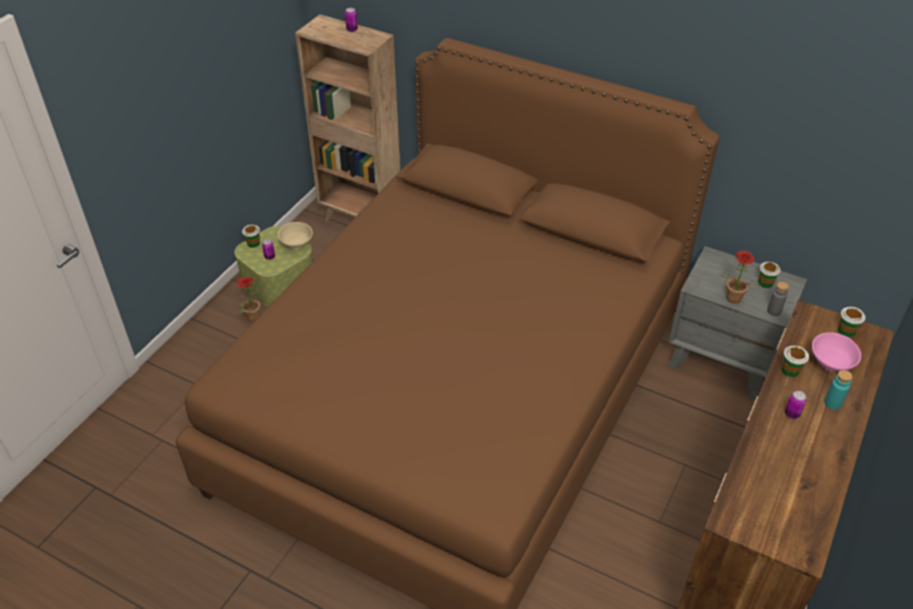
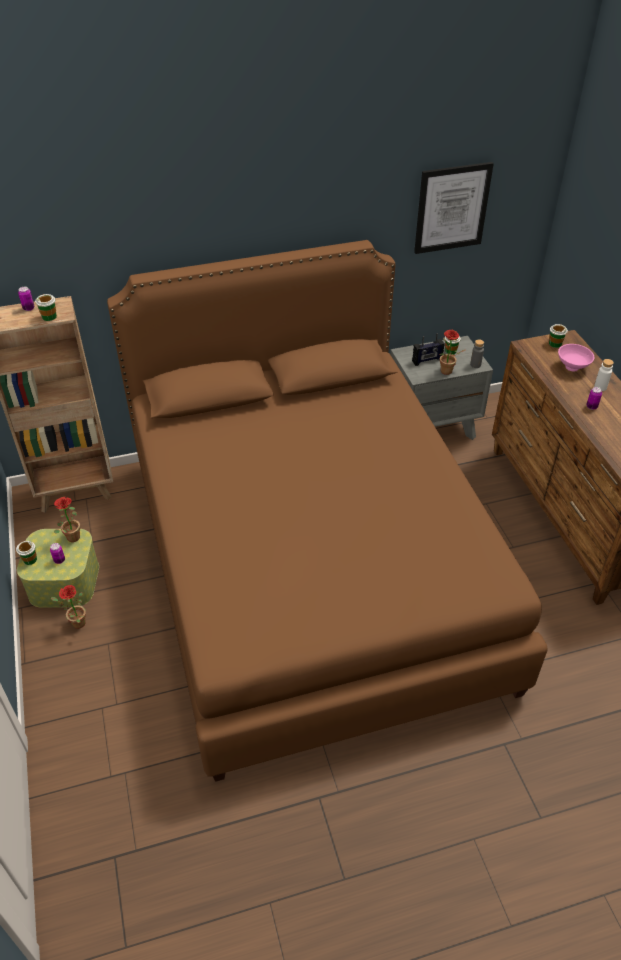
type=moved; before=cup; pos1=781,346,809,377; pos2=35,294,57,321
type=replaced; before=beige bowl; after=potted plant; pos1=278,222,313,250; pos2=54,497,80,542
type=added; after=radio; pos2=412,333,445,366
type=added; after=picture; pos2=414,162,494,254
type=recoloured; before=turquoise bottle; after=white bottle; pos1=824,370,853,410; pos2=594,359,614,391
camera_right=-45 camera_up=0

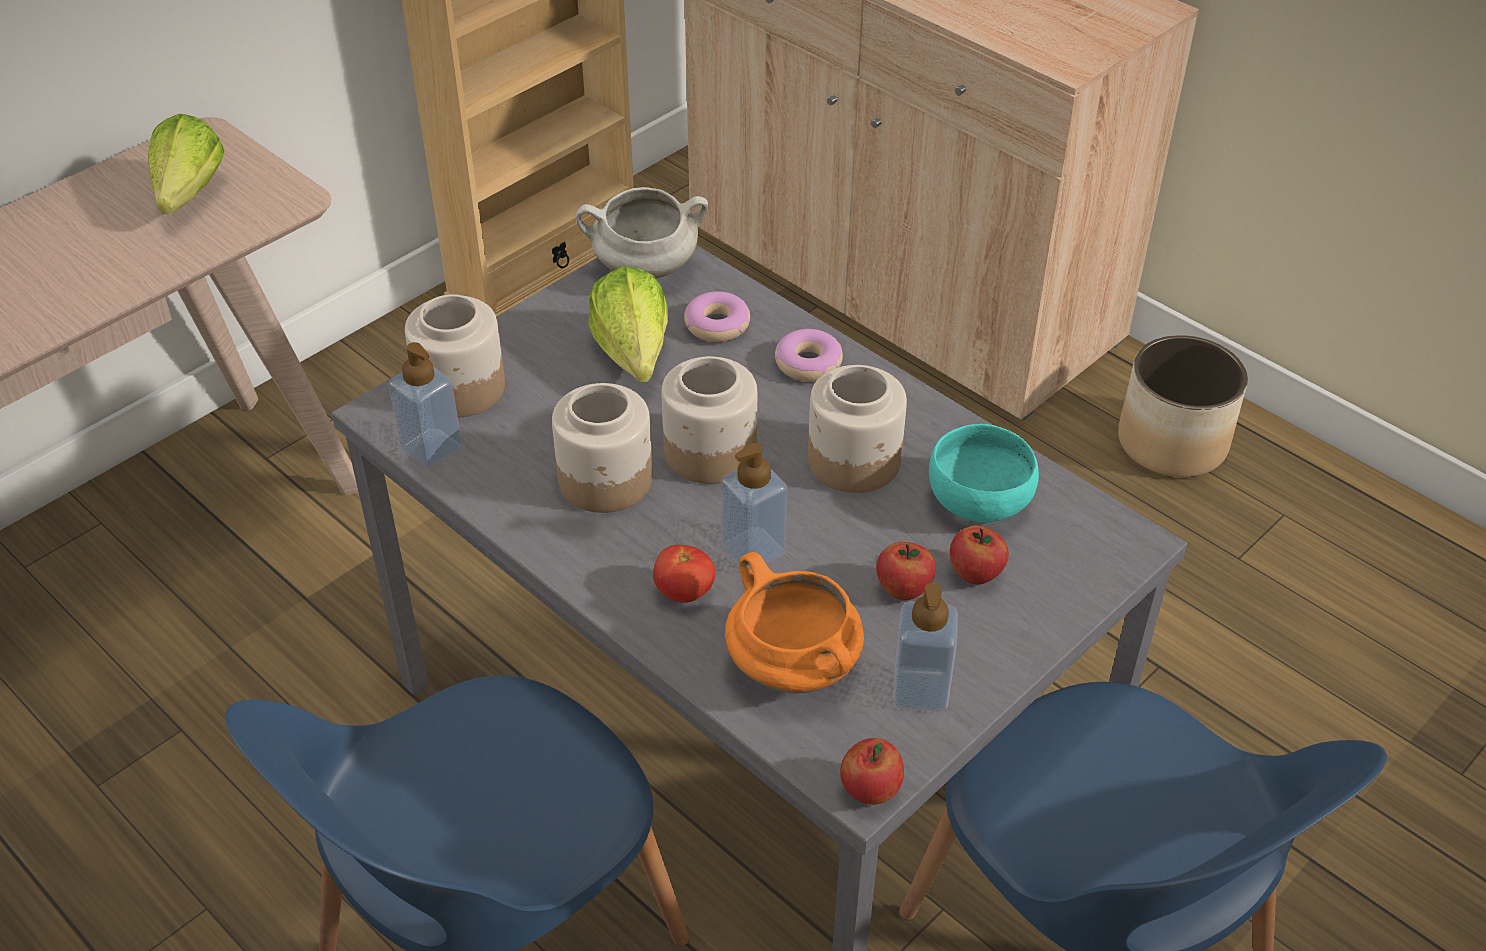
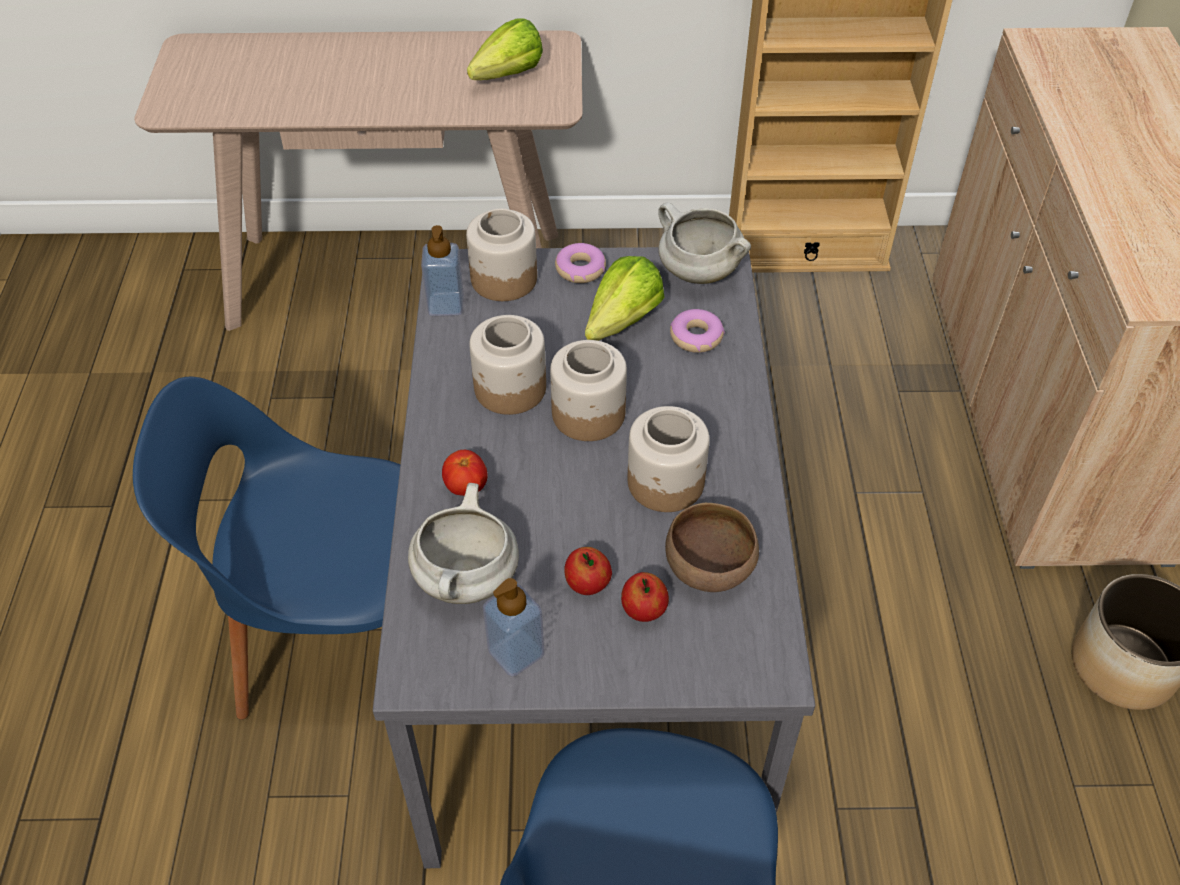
type=recoloured; before=orange cooking pot; after=white cooking pot; pos1=725,552,864,693; pos2=408,483,519,604
type=moved; before=donut; pos1=775,329,843,381; pos2=555,243,606,283
type=recoloured; before=turquoise bowl; after=brown bowl; pos1=929,424,1039,522; pos2=665,503,759,592
type=removed; before=soap dispenser; pos1=721,443,787,565
type=removed; before=apple; pos1=840,738,904,805
camera_right=45 camera_up=5

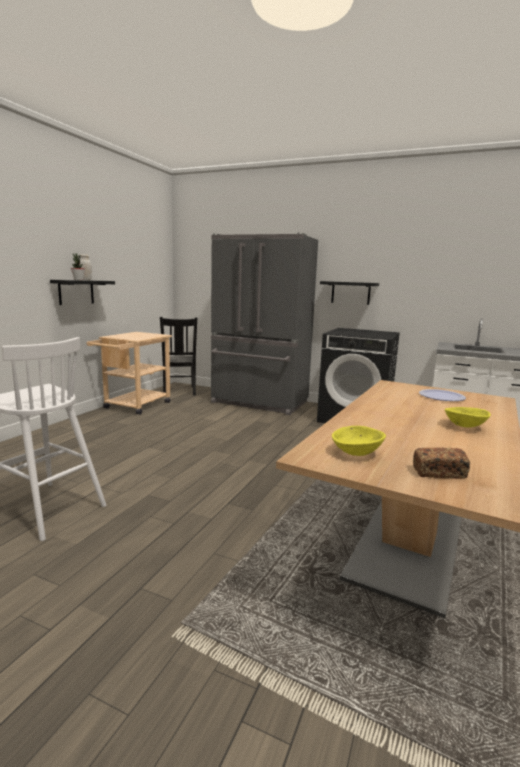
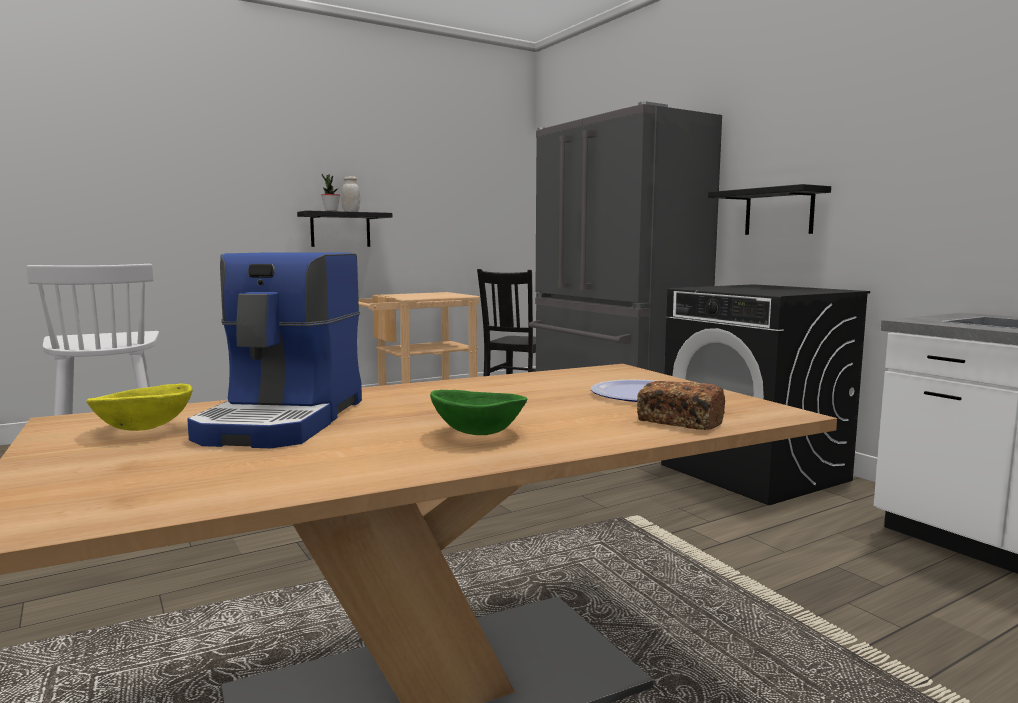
type=added; after=coffee machine; pos2=187,252,362,448
type=recoloured; before=yellow bowl; after=green bowl; pos1=445,407,491,428; pos2=430,390,528,435
type=moved; before=bread; pos1=413,448,470,479; pos2=637,381,725,430
camera_right=35 camera_up=-5

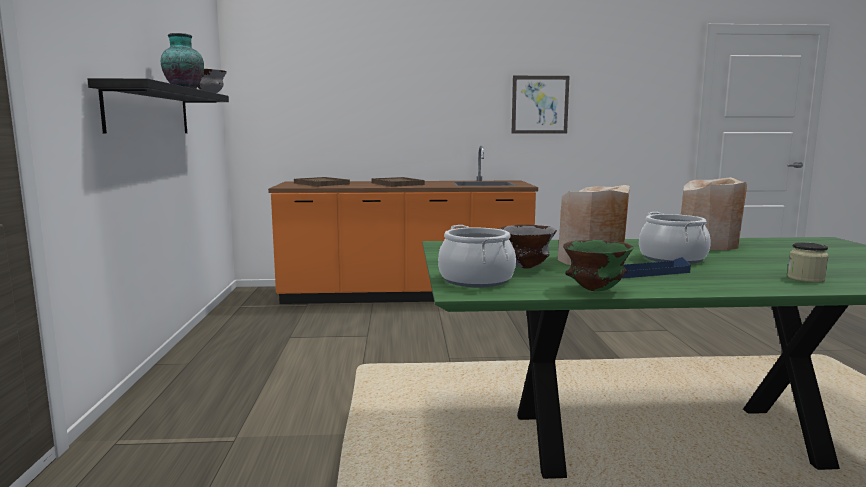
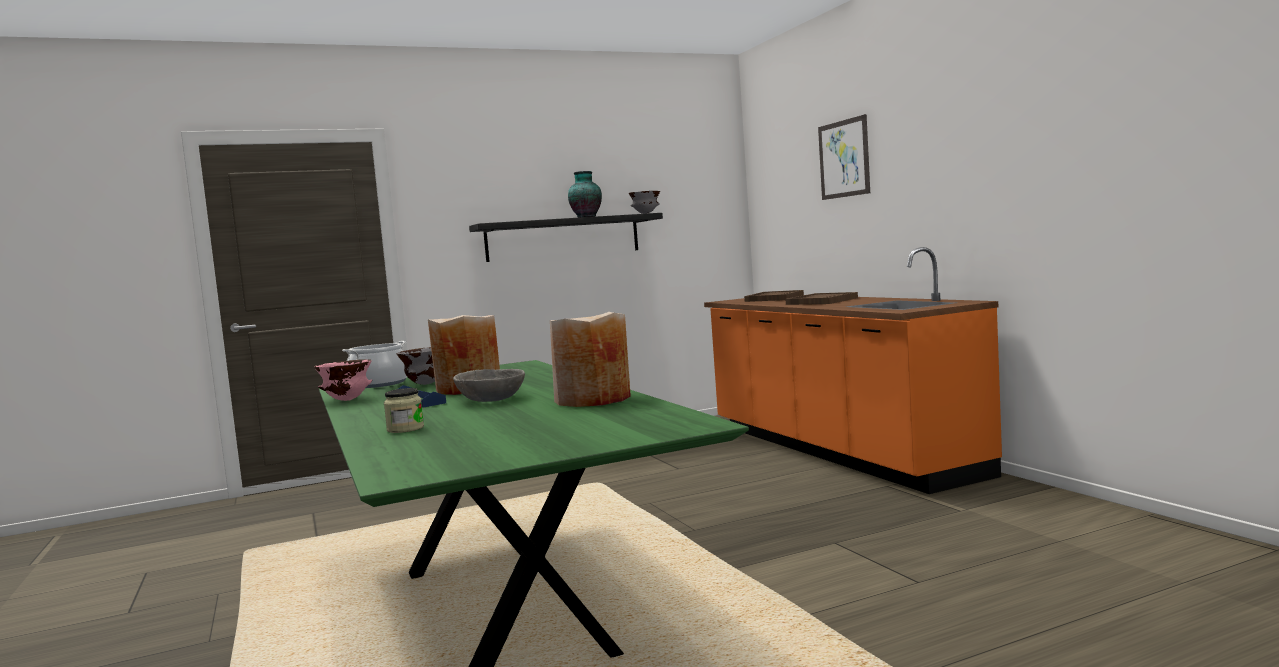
type=recoloured; before=green bowl; after=pink bowl; pos1=563,240,634,292; pos2=314,359,372,401
type=replaced; before=cooking pot; after=grey bowl; pos1=639,212,711,264; pos2=453,369,525,402
type=moved; before=picture; pos1=512,76,569,134; pos2=818,114,870,200
camera_right=70 camera_up=-5

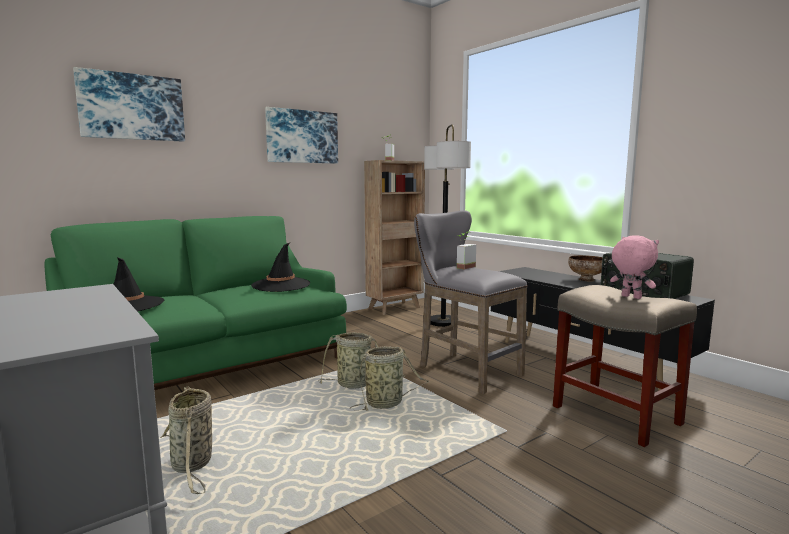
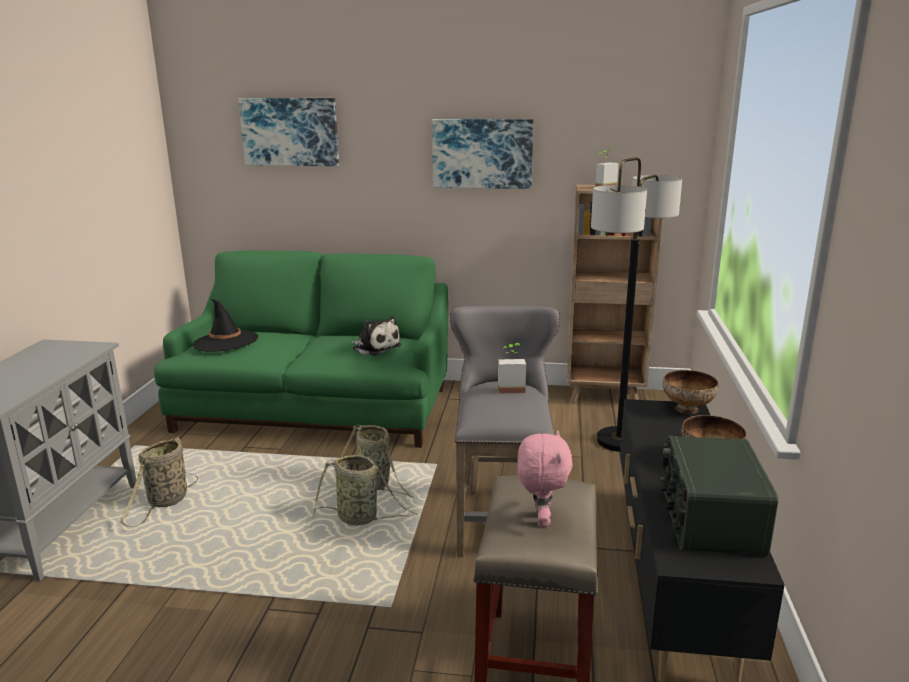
type=replaced; before=black hat; after=plush toy; pos1=251,243,310,292; pos2=351,316,401,356
type=added; after=bowl; pos2=663,370,719,414
camera_right=45 camera_up=10

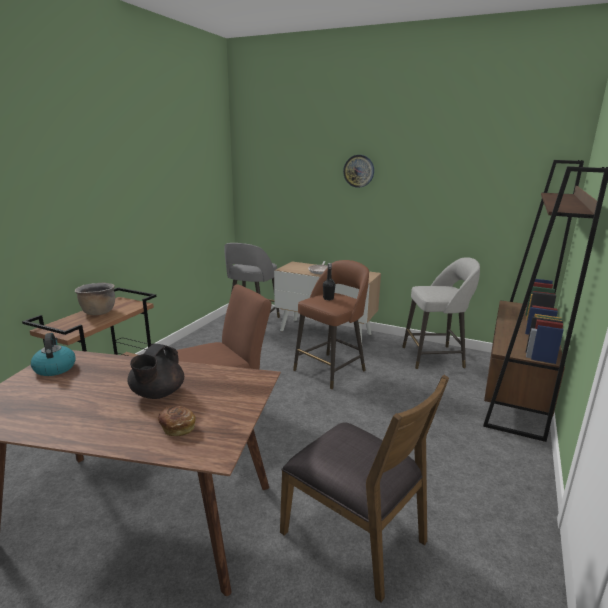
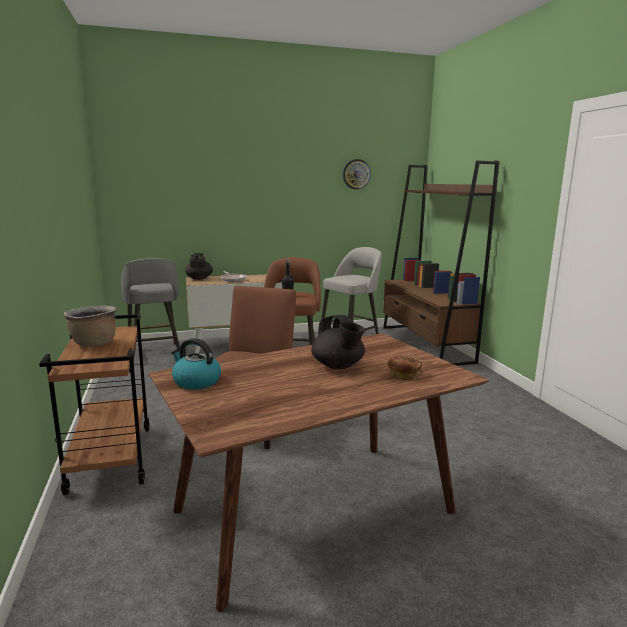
type=added; after=black teapot; pos2=185,253,213,280
type=moved; before=wall clock; pos1=343,155,374,188; pos2=343,159,371,190
type=removed; before=brown chair; pos1=280,375,449,602
camera_right=-40 camera_up=-5

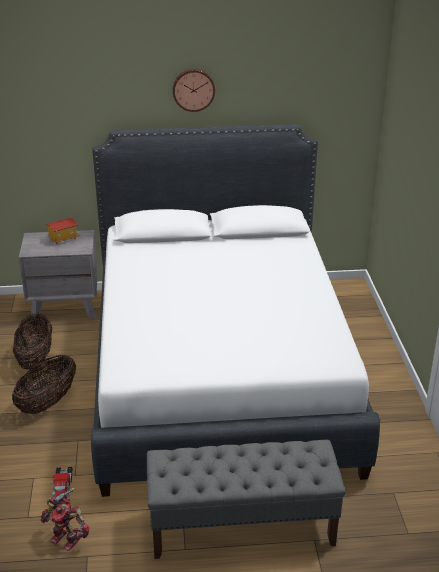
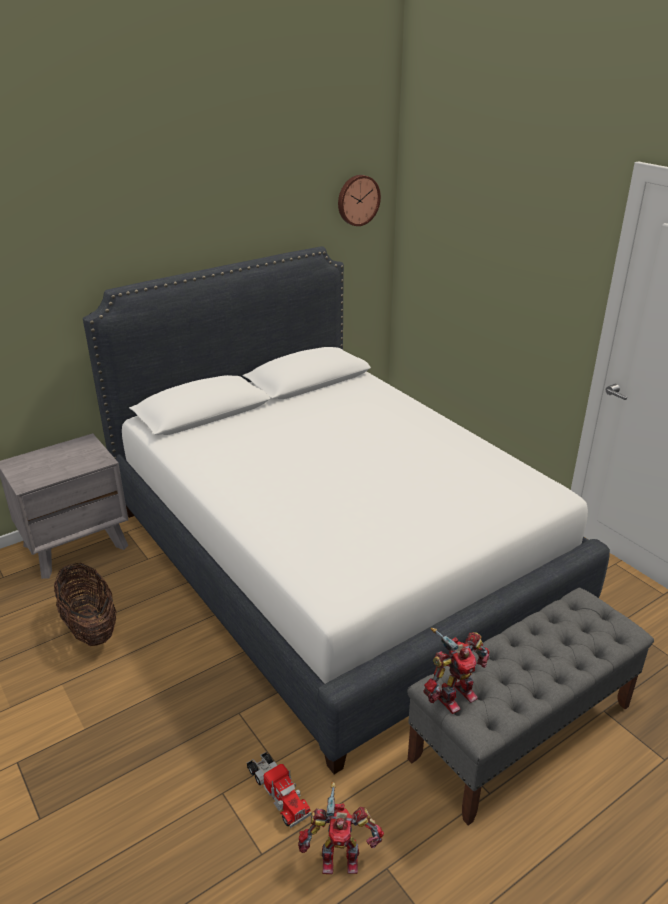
type=moved; before=wall clock; pos1=173,69,215,112; pos2=338,175,381,226
type=added; after=toy robot; pos2=423,628,490,714
type=removed; before=basket; pos1=12,355,76,414
type=removed; before=toy house; pos1=46,218,80,244
camera_right=-30 camera_up=0

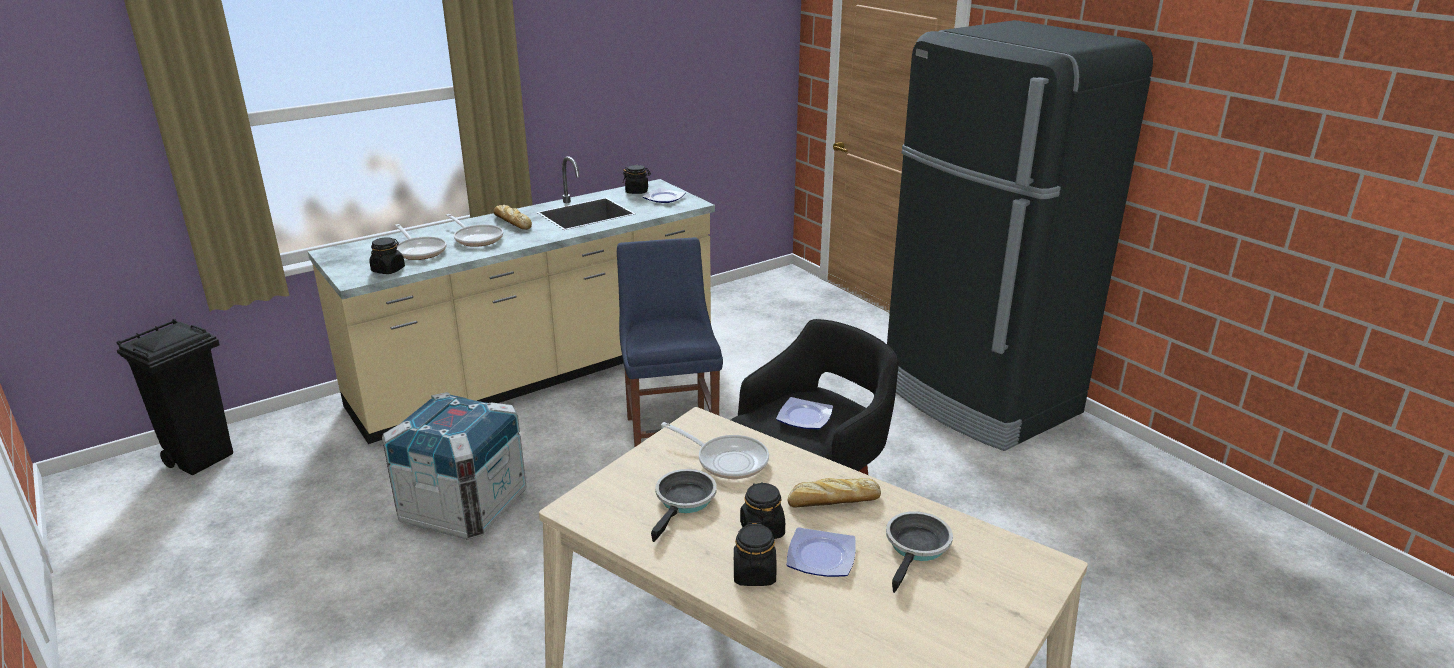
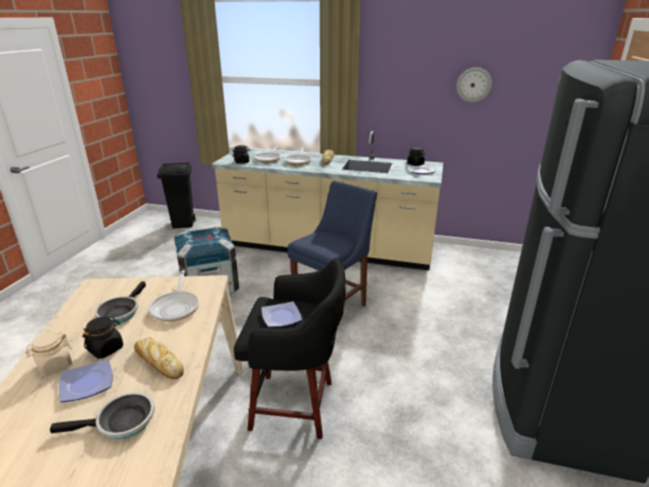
type=recoloured; before=black jar; after=beige jar; pos1=734,522,777,586; pos2=25,332,72,376
type=turned; before=frying pan; pos1=651,469,717,542; pos2=95,281,146,324; turn=120
type=added; after=wall clock; pos2=457,67,492,103
camera_right=50 camera_up=0

